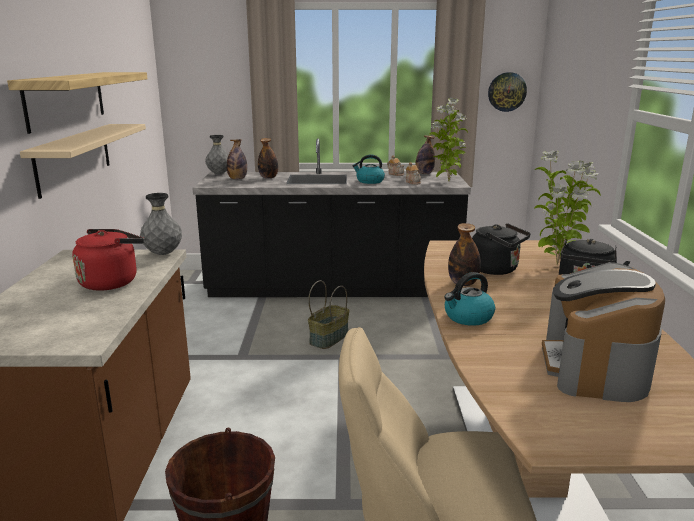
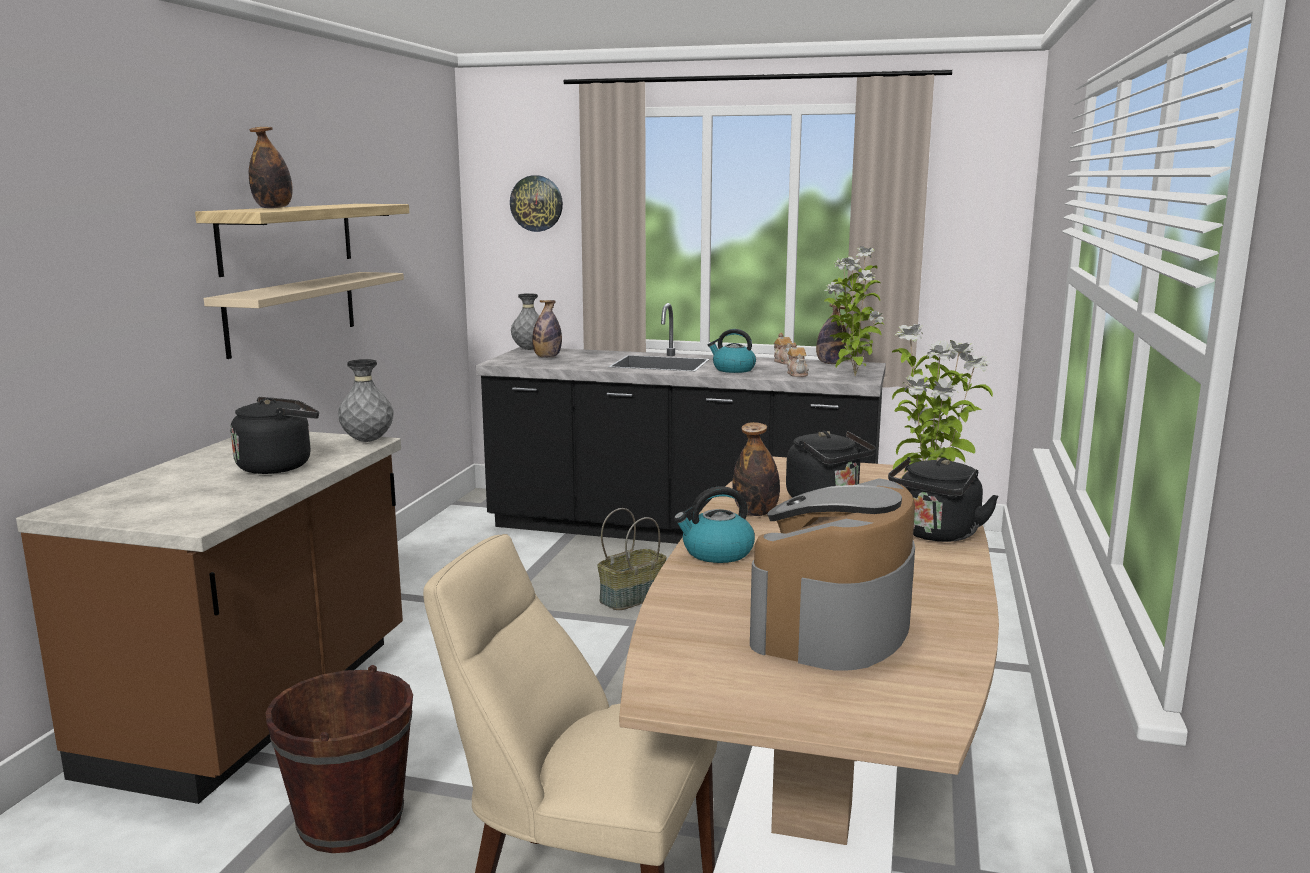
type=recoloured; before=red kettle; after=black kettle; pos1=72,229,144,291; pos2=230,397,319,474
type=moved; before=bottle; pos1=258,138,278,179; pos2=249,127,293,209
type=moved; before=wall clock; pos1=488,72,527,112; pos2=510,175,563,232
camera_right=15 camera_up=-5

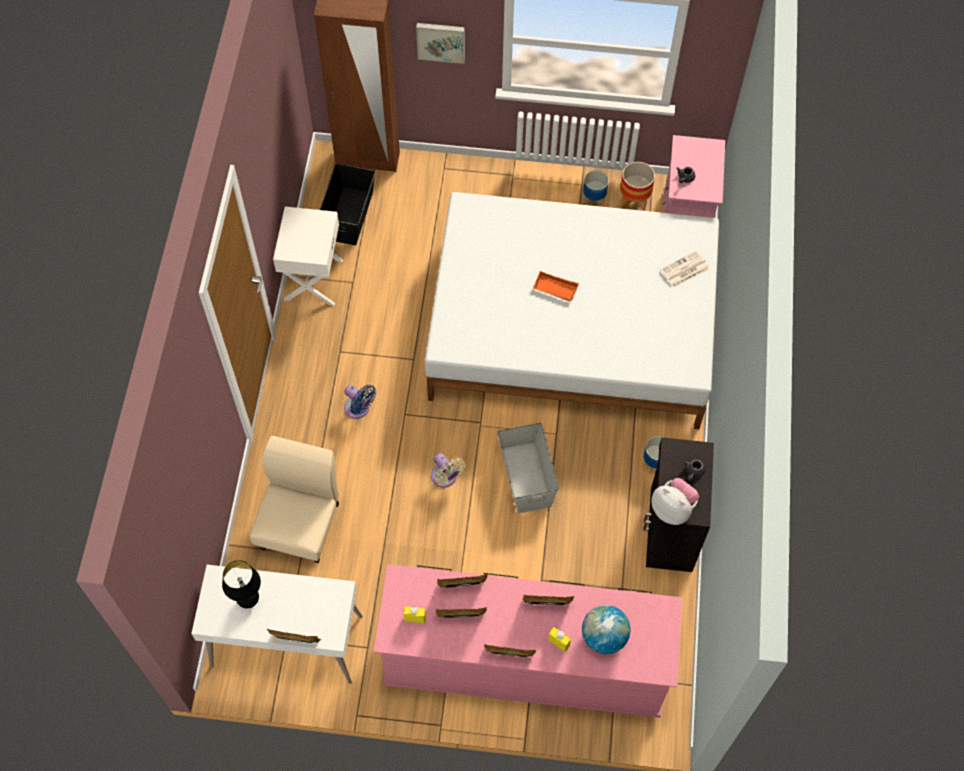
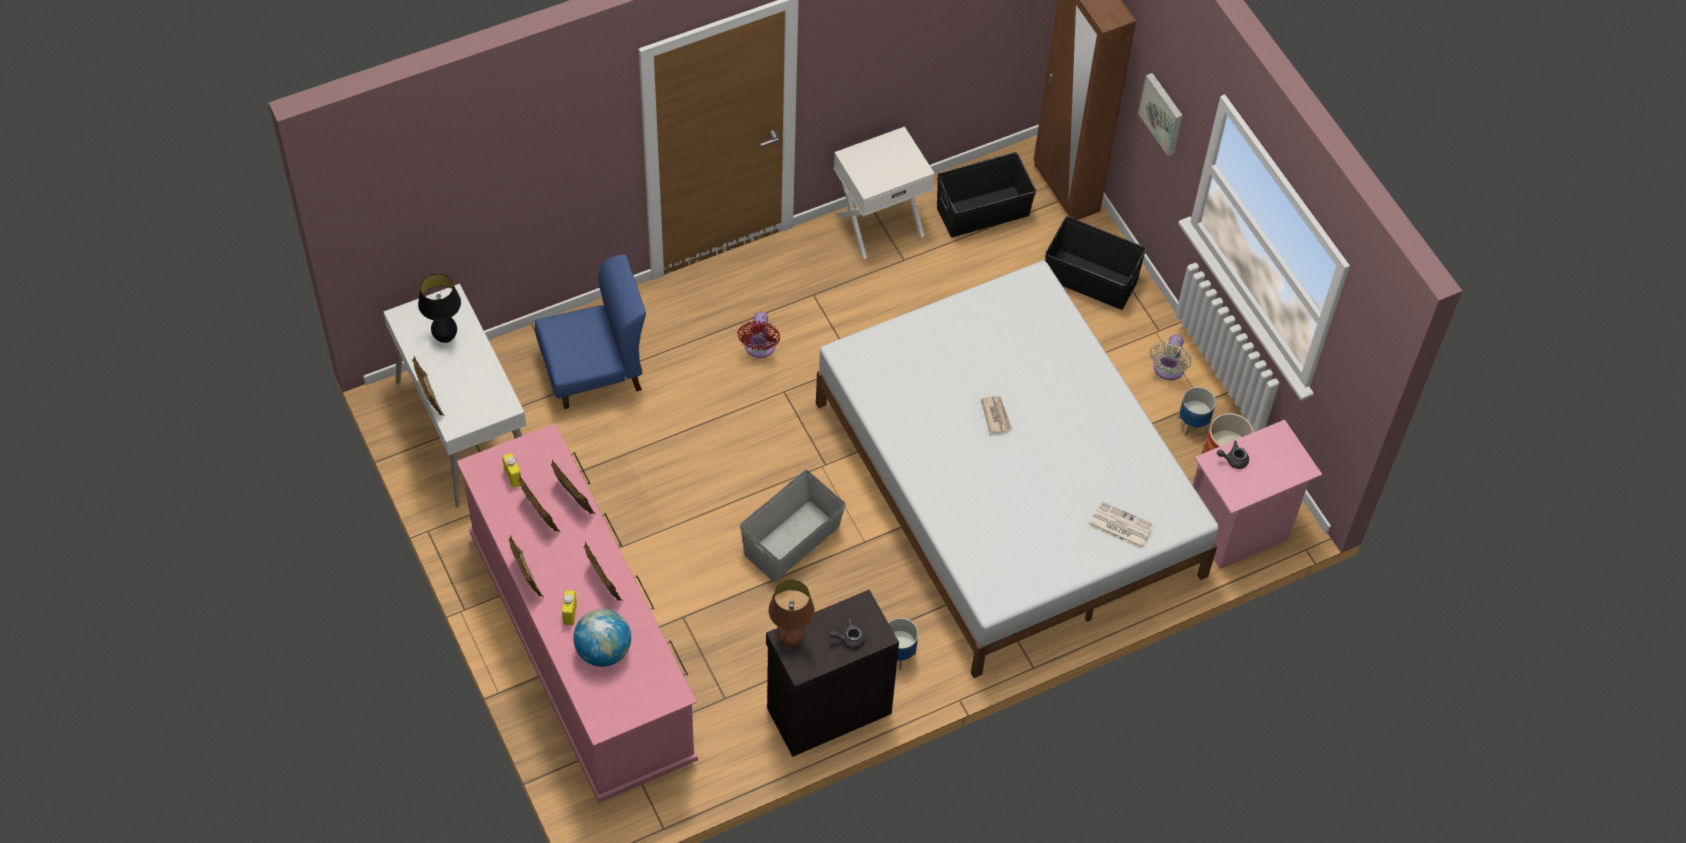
type=recoloured; before=beige chair; after=blue chair; pos1=249,436,339,563; pos2=535,254,646,409
type=recoloured; before=blue fan; after=red fan; pos1=344,385,376,419; pos2=738,312,780,358
type=replaced; before=plush toy; after=brown table lamp; pos1=651,478,699,525; pos2=768,580,815,648
type=replaced; before=orange tray; after=newspaper; pos1=533,271,579,301; pos2=981,396,1013,434
type=added; after=black storage box; pos2=1045,216,1146,310
type=moved; before=beige fan; pos1=431,453,465,488; pos2=1150,334,1191,380
camera_right=55 camera_up=-5

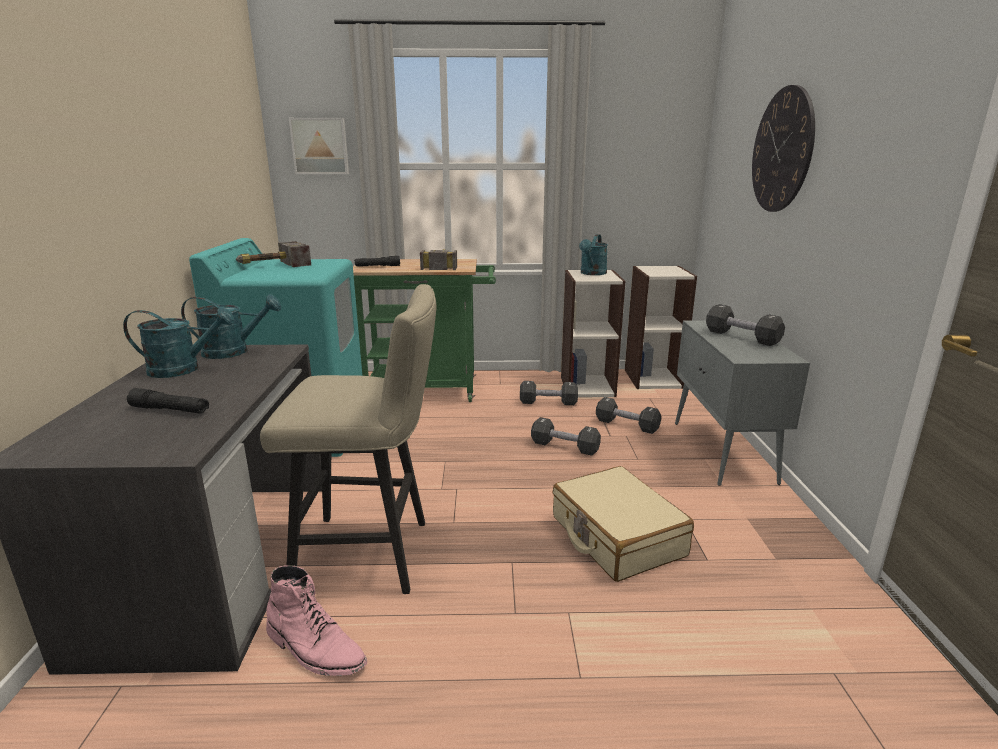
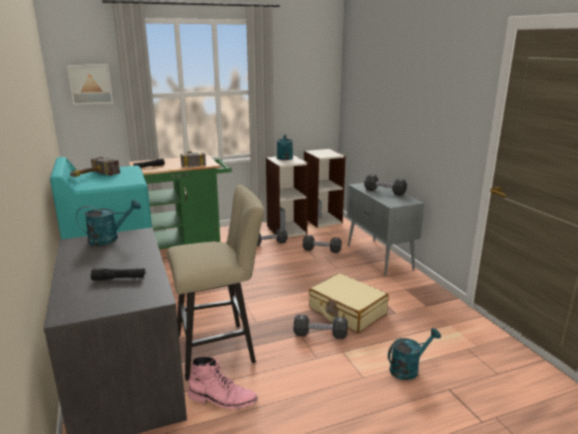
type=moved; before=black dumbbell; pos1=531,417,601,456; pos2=294,315,348,339
type=moved; before=turquoise watering can; pos1=123,307,235,378; pos2=388,328,441,380
type=removed; before=wall clock; pos1=752,85,815,212
camera_right=-20 camera_up=0

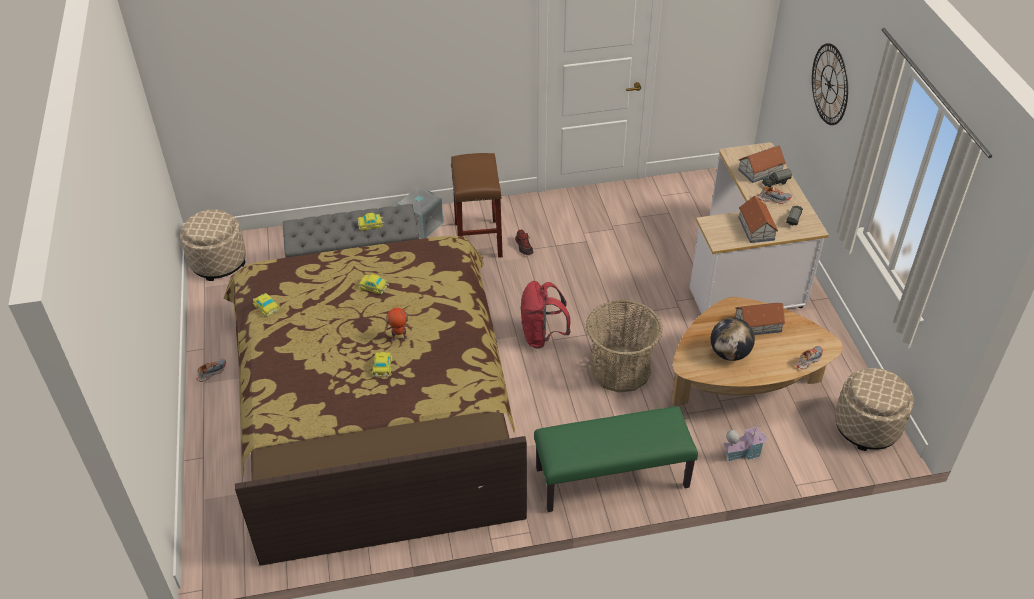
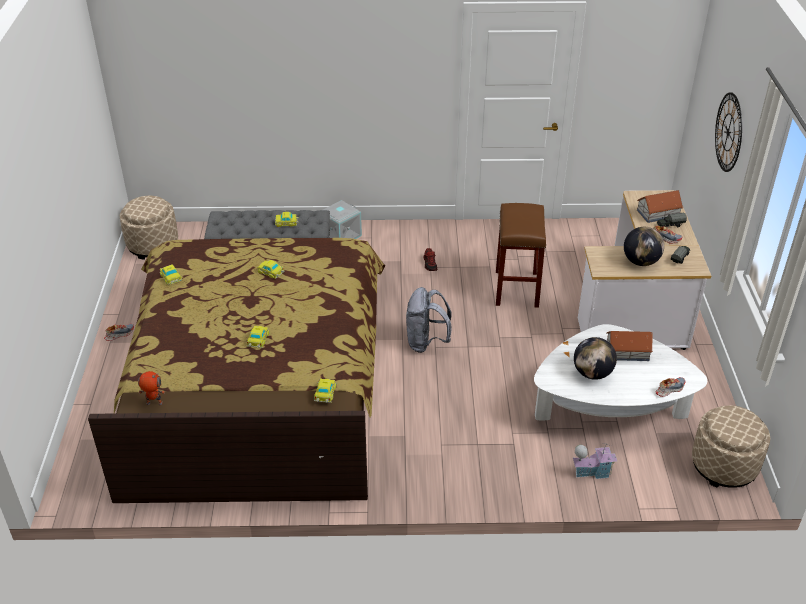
type=moved; before=toy robot; pos1=386,308,411,341; pos2=138,371,165,405
type=added; after=toy car; pos2=314,379,336,403
type=recoloured; before=red backpack; after=grey backpack; pos1=521,281,571,349; pos2=406,287,452,353
type=moved; before=brown stool; pos1=451,153,503,258; pos2=496,203,546,308
type=recoloured; before=brown coffee table; after=white coffee table; pos1=672,297,843,406; pos2=534,324,707,421
type=replaced; before=toy house; after=globe; pos1=738,196,778,243; pos2=624,227,664,266
type=removed; before=green bench; pos1=534,406,698,512
type=removed; before=basket; pos1=586,300,663,393
camera_right=10 camera_up=-5

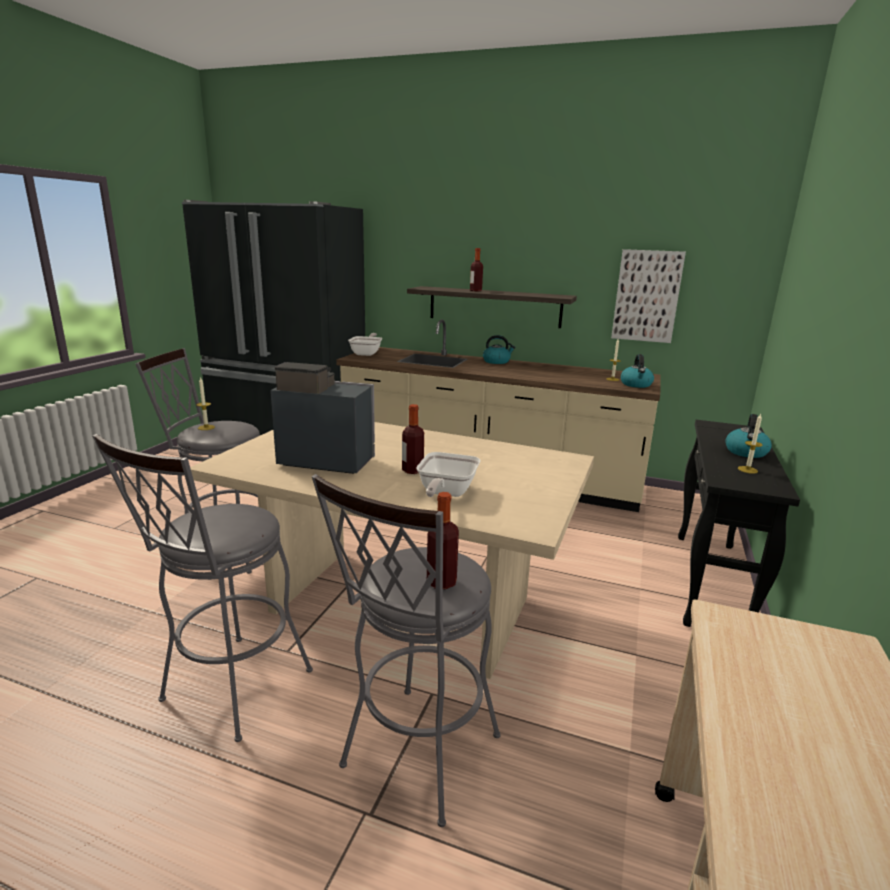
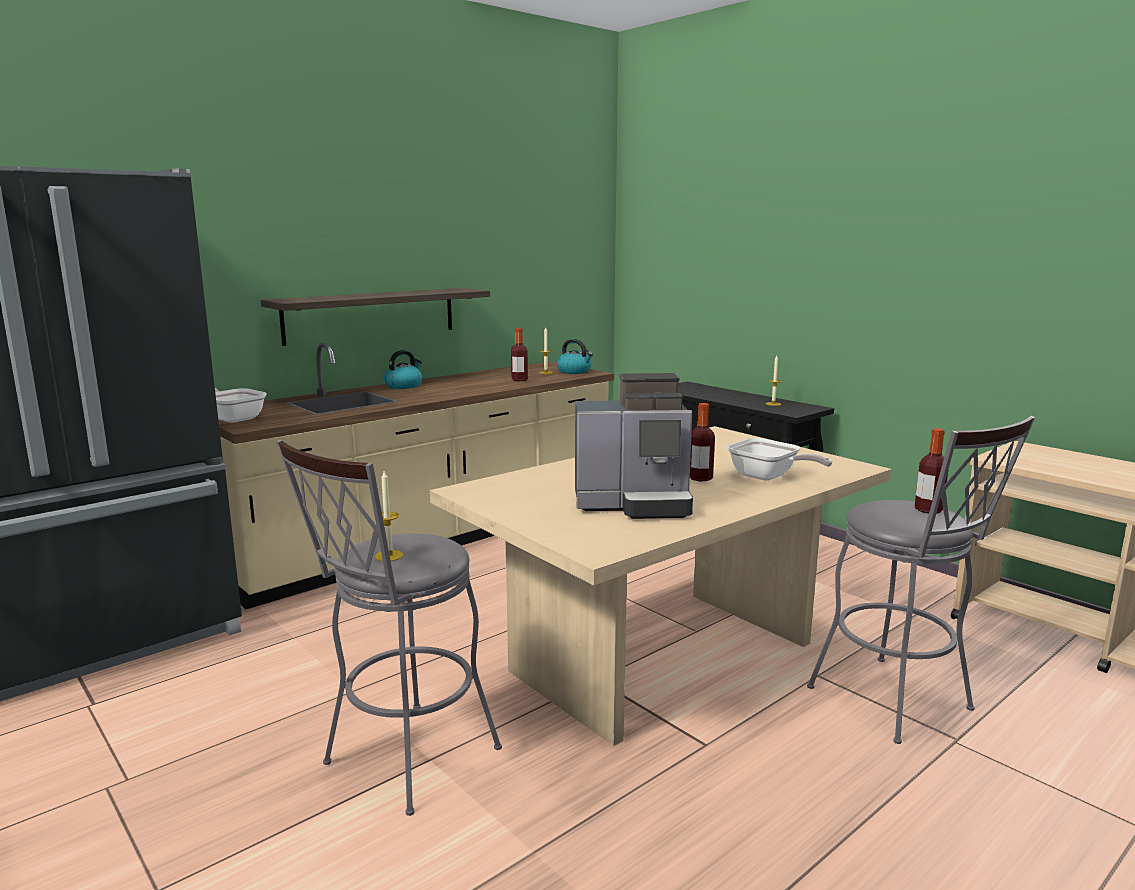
type=moved; before=bottle; pos1=470,248,483,291; pos2=511,328,528,381
type=turned; before=coffee machine; pos1=270,362,375,474; pos2=575,373,693,519; turn=-135
type=removed; before=grey stool; pos1=92,434,313,742
type=removed; before=picture; pos1=611,249,686,343
type=removed; before=kettle; pos1=725,414,772,458
camera_right=-60 camera_up=-5

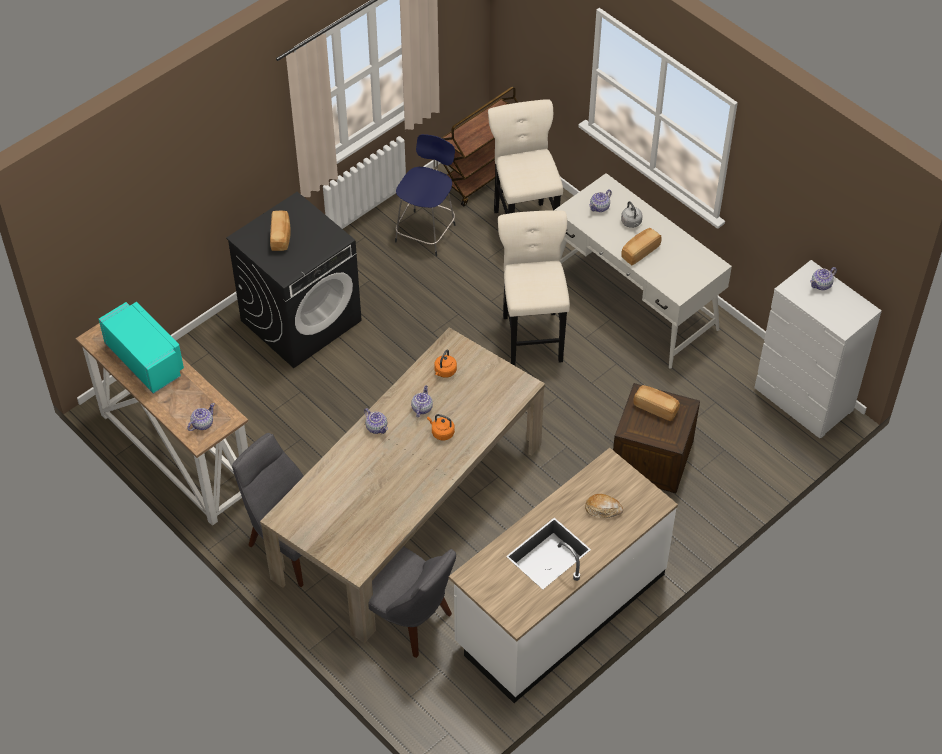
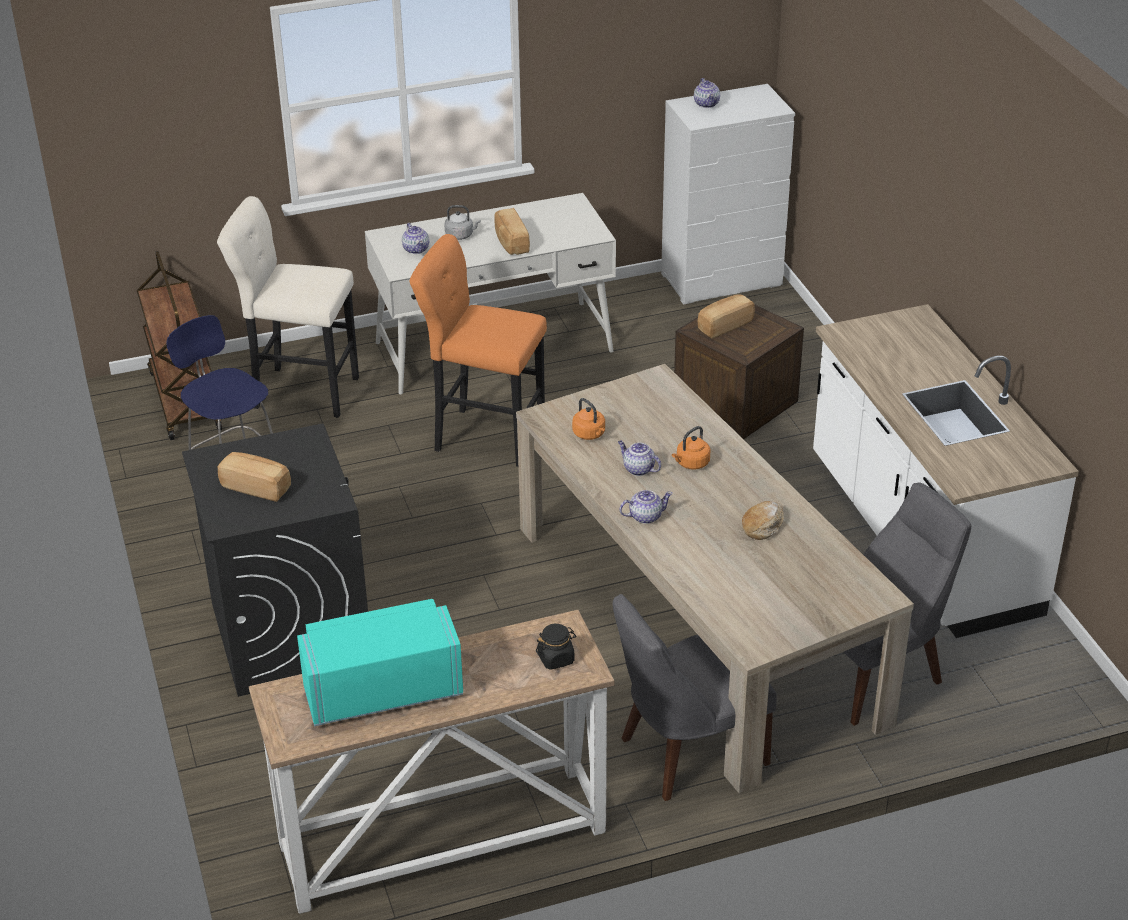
type=recoloured; before=beige stool; after=orange stool; pos1=498,210,570,366; pos2=410,234,547,467
type=replaced; before=teapot; after=black jar; pos1=187,403,215,431; pos2=536,624,576,670
type=moved; before=bread; pos1=585,494,623,518; pos2=742,501,784,540
camera_right=-65 camera_up=-15

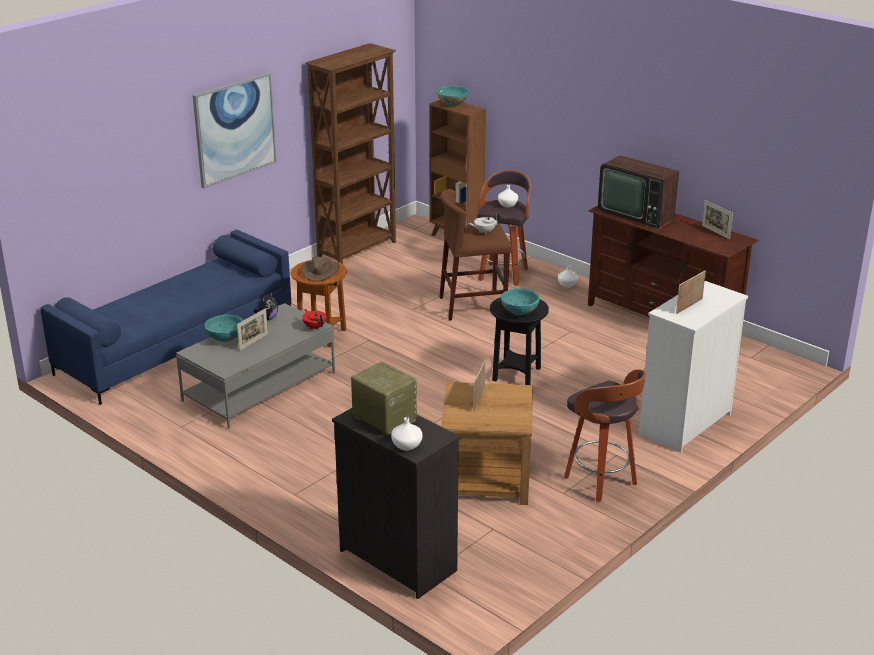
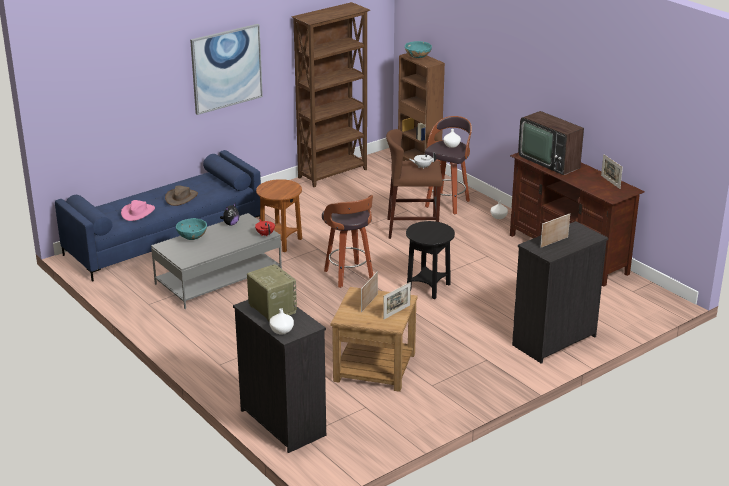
type=added; after=pink hat; pos2=121,200,155,221
type=moved; before=brown hat; pos1=301,256,340,282; pos2=165,185,198,206
type=moved; before=stool; pos1=564,369,646,502; pos2=322,195,373,288
type=moved; before=picture frame; pos1=237,308,268,351; pos2=383,282,411,319
type=recoloured; before=white dresser; after=black dresser; pos1=639,281,748,453; pos2=512,221,608,364
type=removed; before=turquoise bowl; pos1=501,288,540,316
camera_right=10 camera_up=0

